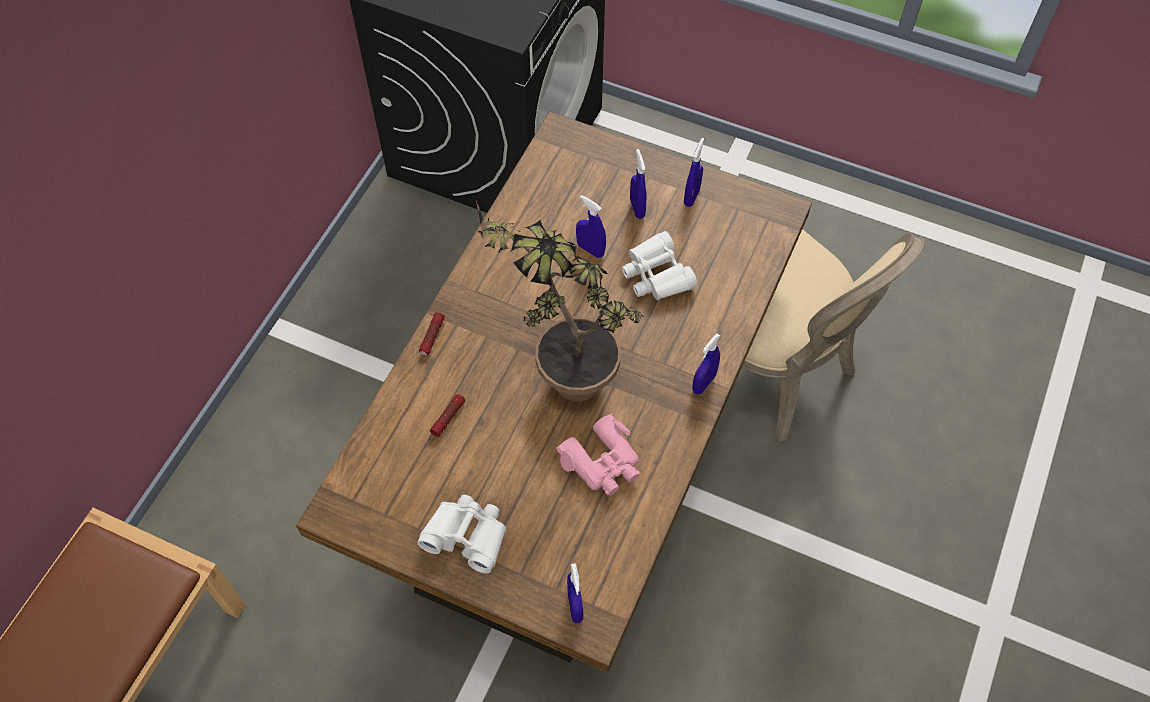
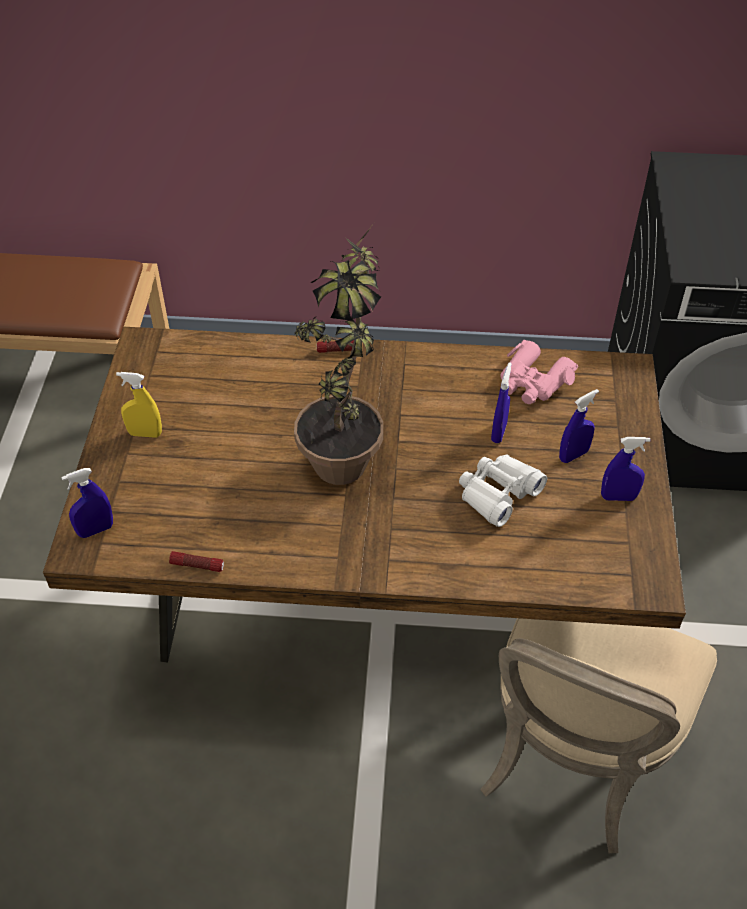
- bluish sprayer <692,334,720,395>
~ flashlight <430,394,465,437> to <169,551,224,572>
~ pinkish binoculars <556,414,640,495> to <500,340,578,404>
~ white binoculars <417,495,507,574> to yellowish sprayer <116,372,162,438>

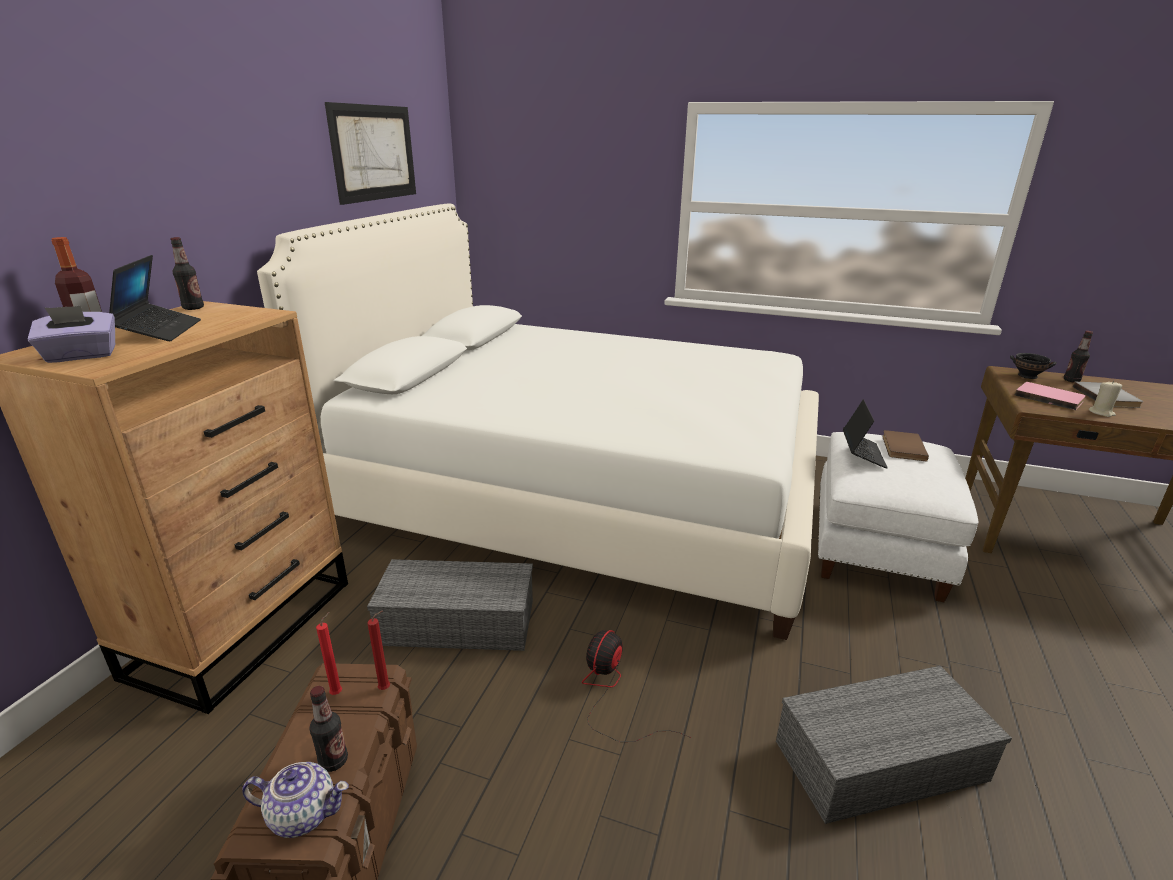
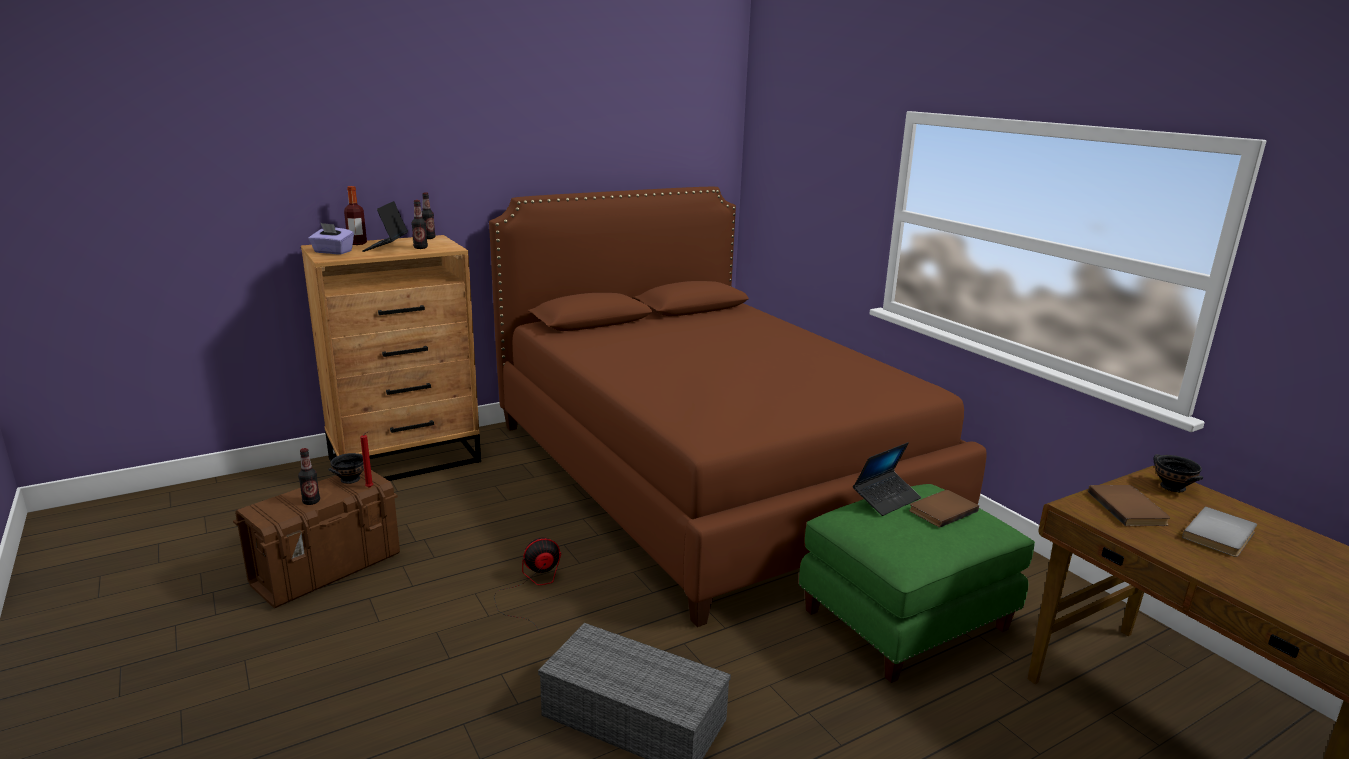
- wall art <325,102,416,205>
~ white bed <257,204,819,640> to brown bed <489,187,987,627>
~ laptop <109,255,201,341> = <362,201,408,252> 150 degrees clockwise
~ bottle <1064,331,1093,383> to <411,200,428,249>
- beige-coloured wax candle <1089,381,1122,417>
~ pinkish bound book <1015,382,1086,410> to brown bound book <1088,485,1170,526>
~ white pouffe <818,432,979,602> to green-coloured pouffe <799,484,1035,683>
- grey storage bin <367,559,533,651>
~ red wax candle <316,612,342,695> to black-coloured bowl <328,453,364,484>
- teapot <242,762,349,838>

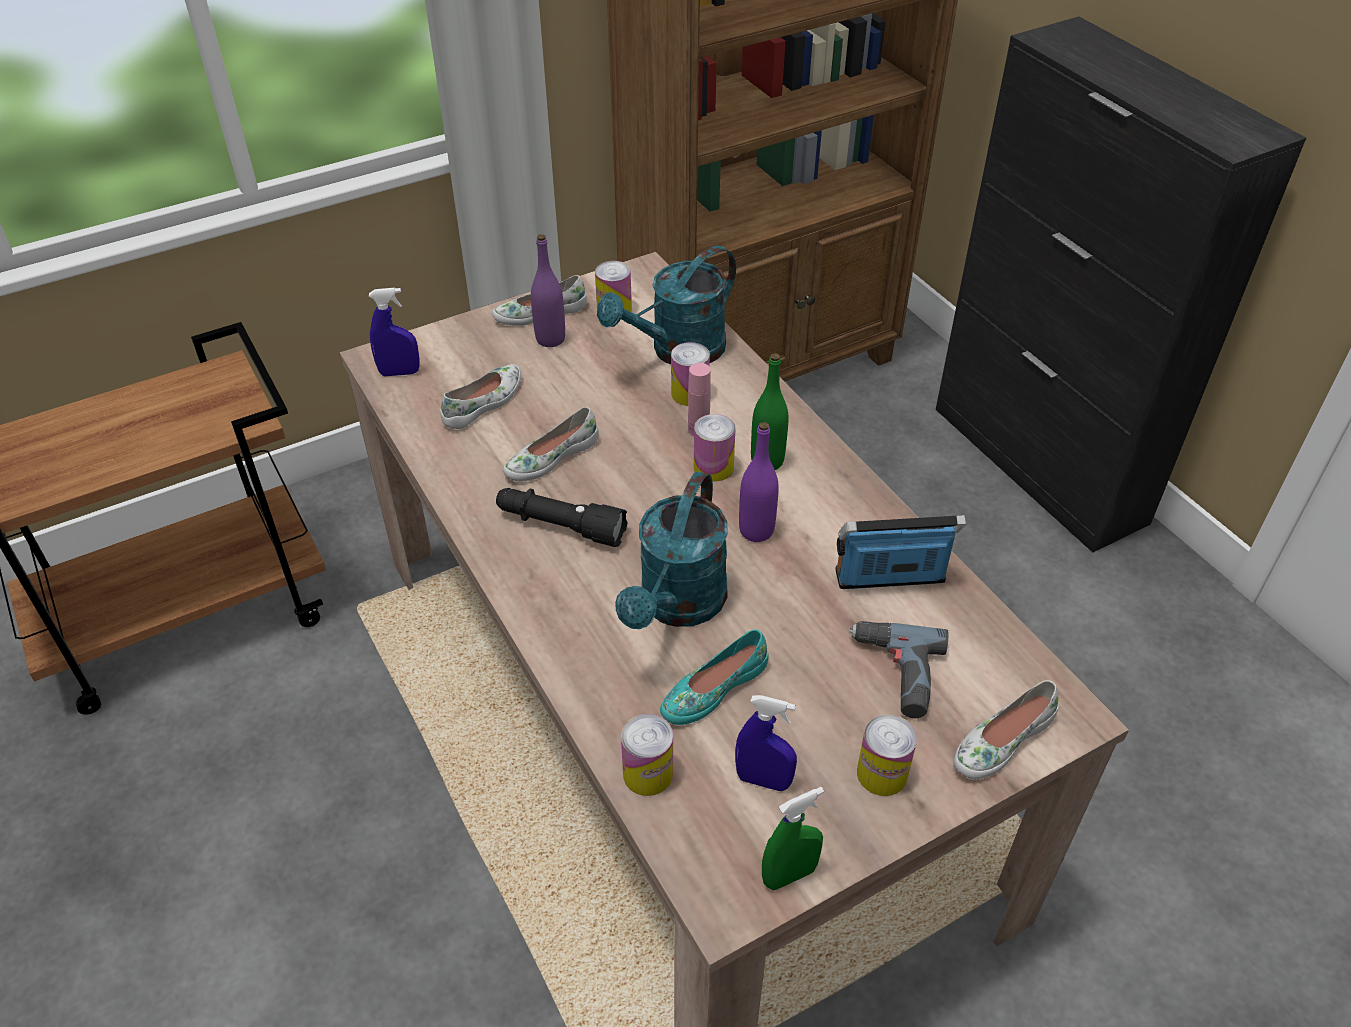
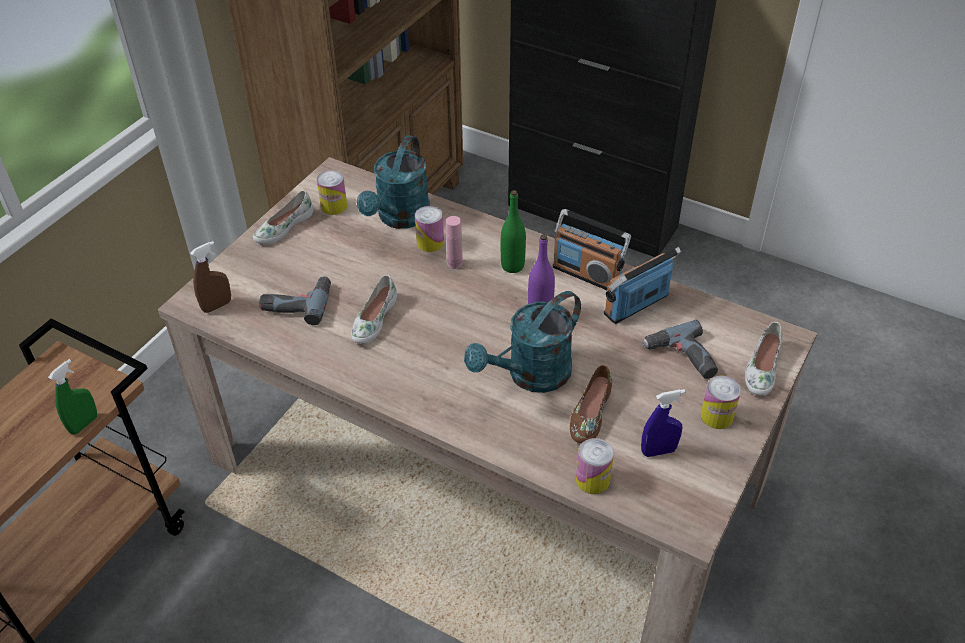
- purplish bottle <531,234,565,347>
~ bluish sprayer <369,288,420,376> to brown sprayer <190,241,231,313>
~ white low shoe <440,364,521,429> to electric drill <259,276,331,325>
- can <694,414,736,482>
~ turquoise sprinkling can <615,471,728,629> = <464,291,581,393> 60 degrees clockwise
- black-coloured flashlight <496,488,628,547>
~ turquoise low shoe <660,629,769,725> to brown low shoe <570,365,612,444>
~ green-coloured sprayer <762,787,824,890> to <48,359,97,434>
+ radio receiver <553,209,631,290>

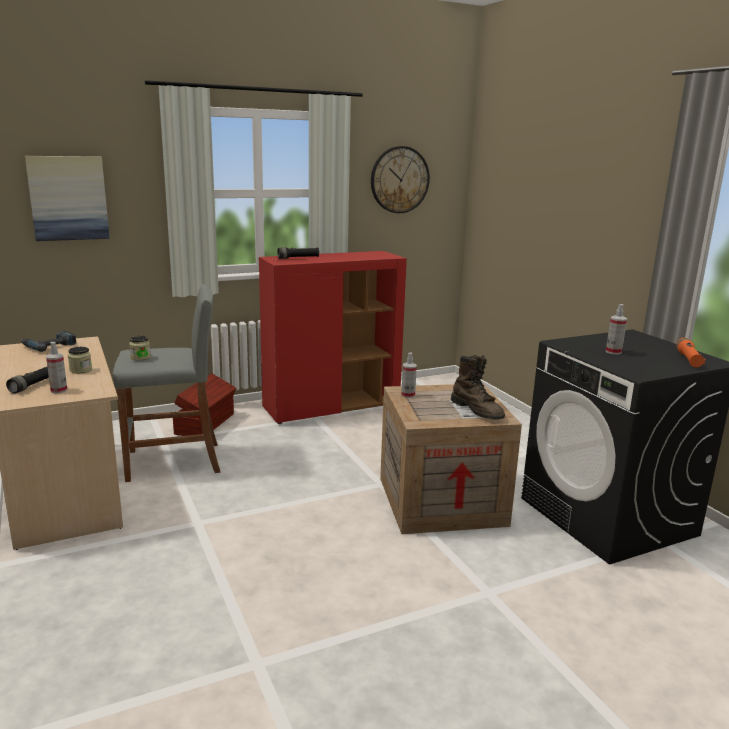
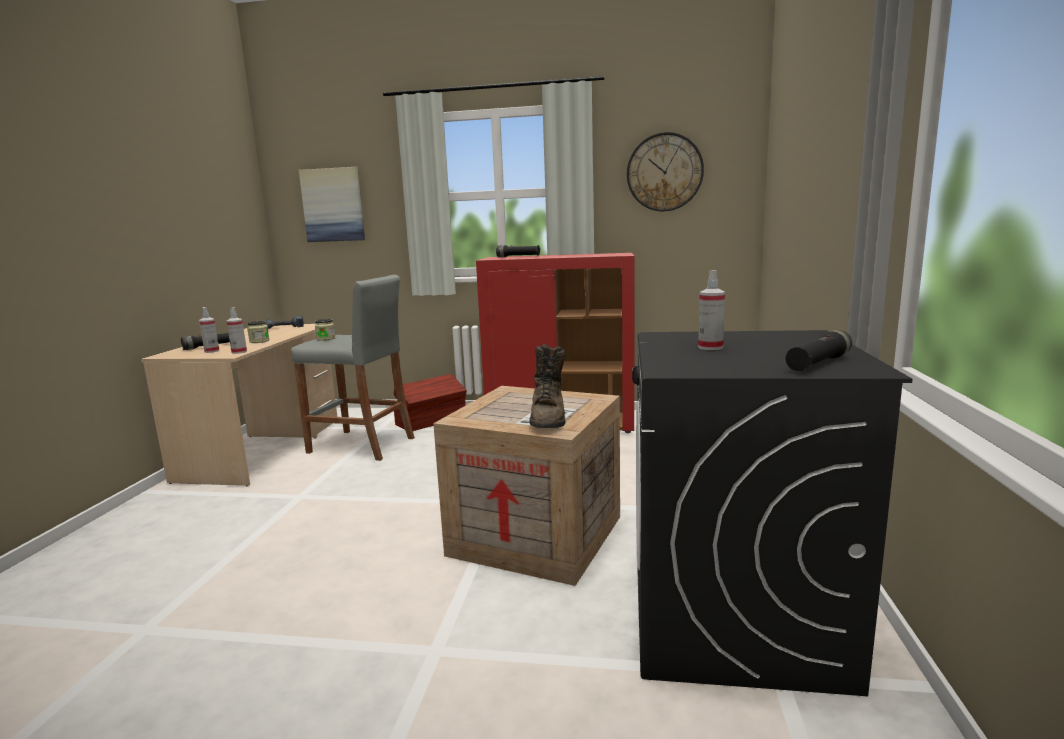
~ orangey flashlight <676,338,705,367> to black-coloured flashlight <786,330,852,371>
~ sprayer <401,352,417,398> to <226,307,247,354>

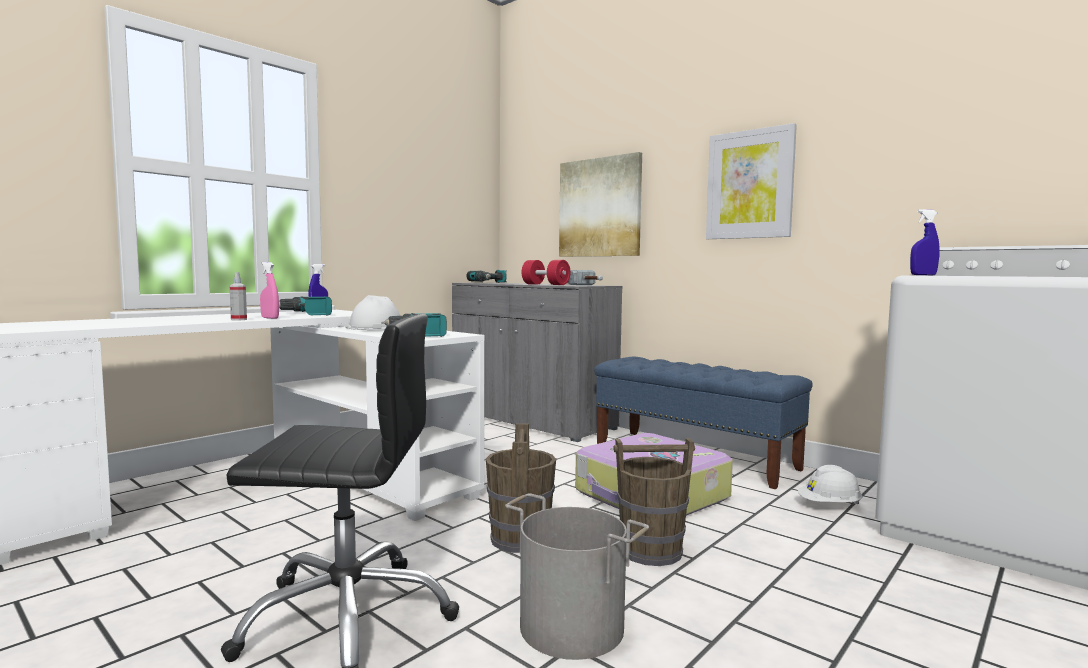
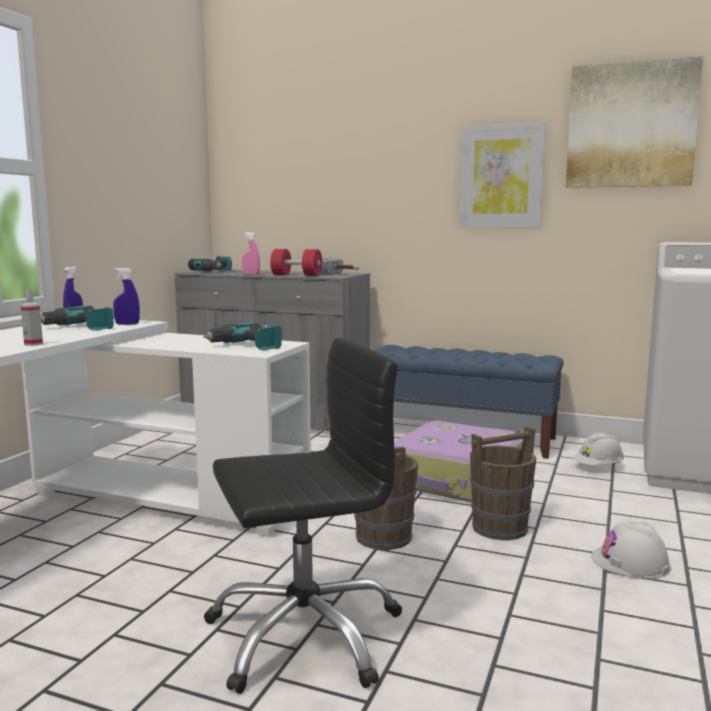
~ wall art <559,152,642,257> to <566,56,703,188>
~ bluish sprayer <910,209,940,275> to <113,268,140,325>
~ pinkish sprayer <260,262,279,319> to <242,232,260,275>
~ white safety helmet <345,295,400,330> to <591,522,671,578>
- grey water bucket <505,493,649,660>

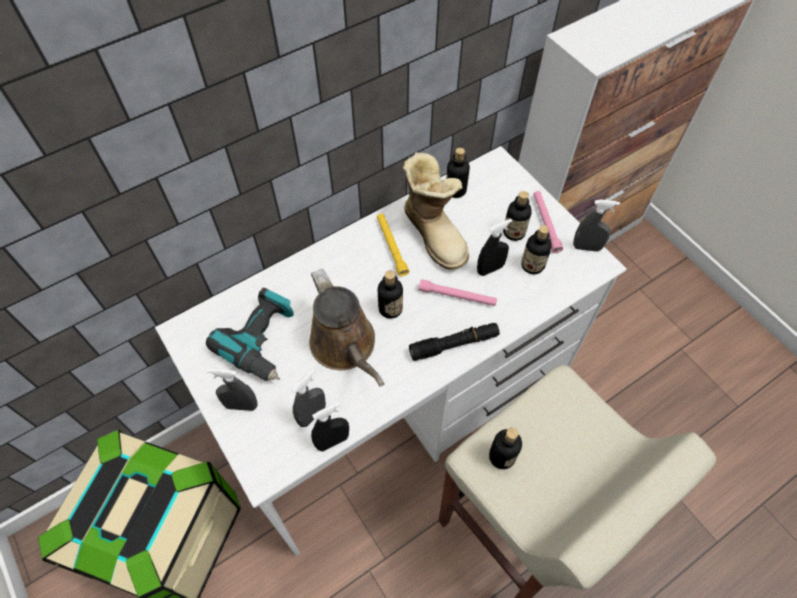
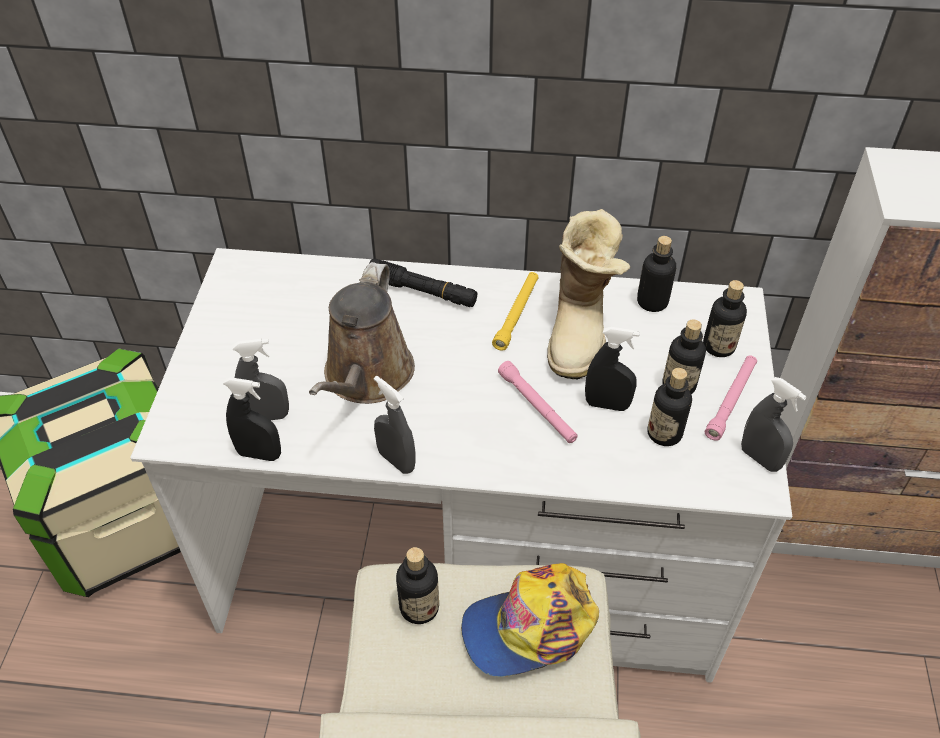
~ bottle <378,270,403,319> to <703,280,747,357>
- electric drill <206,288,294,381>
~ black-coloured flashlight <409,323,500,361> to <369,259,477,307>
~ grey sprayer <207,369,258,411> to <374,376,415,474>
+ baseball cap <461,563,599,677>

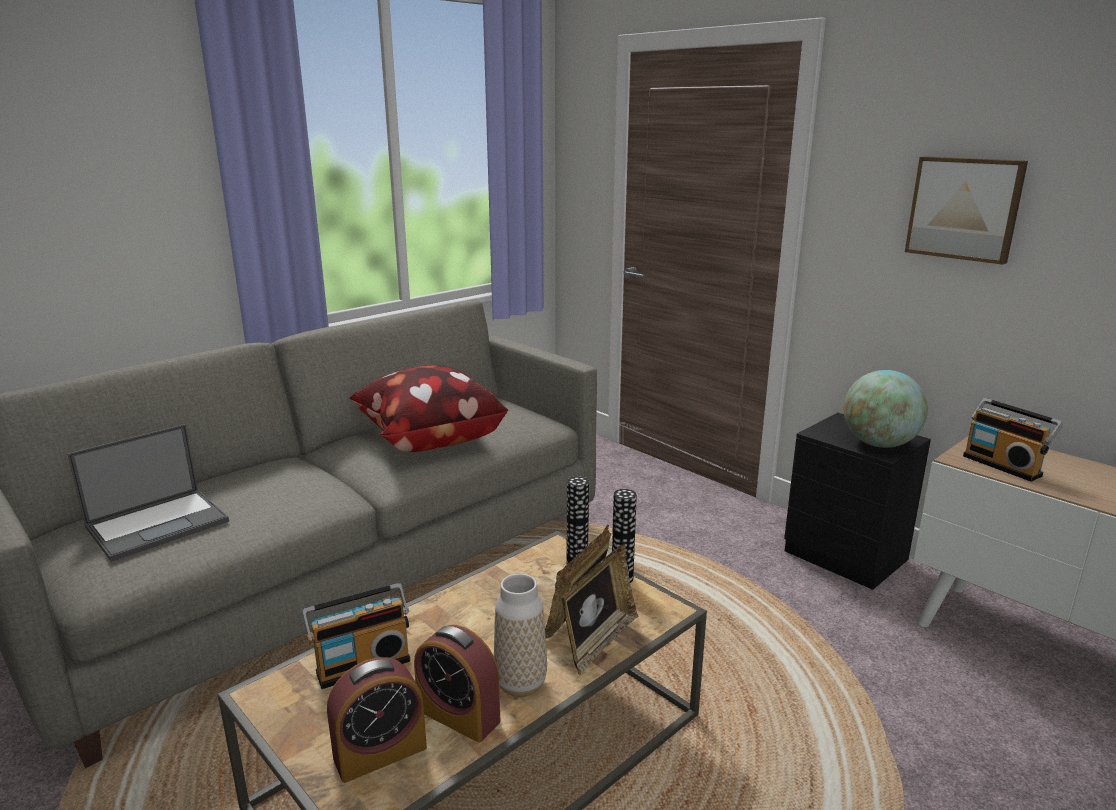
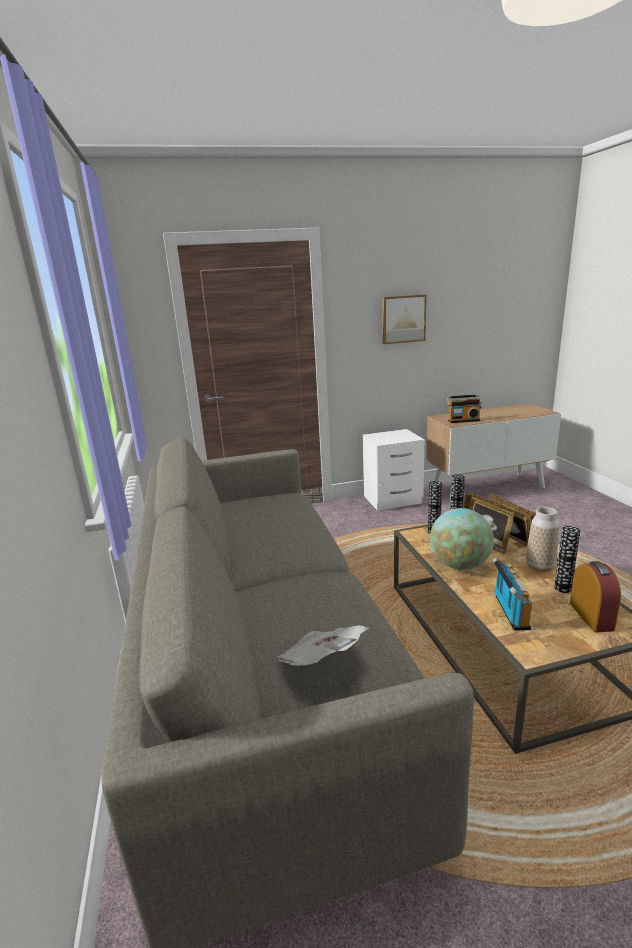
- cushion <350,365,508,452>
~ desk globe <844,370,928,448> to <430,508,494,570>
~ black-coloured night table <784,413,931,590> to white night table <363,429,425,511>
~ laptop <67,424,229,562> to newspaper <276,625,369,666>
~ table clock <414,625,500,742> to decorative vase <554,526,580,593>

